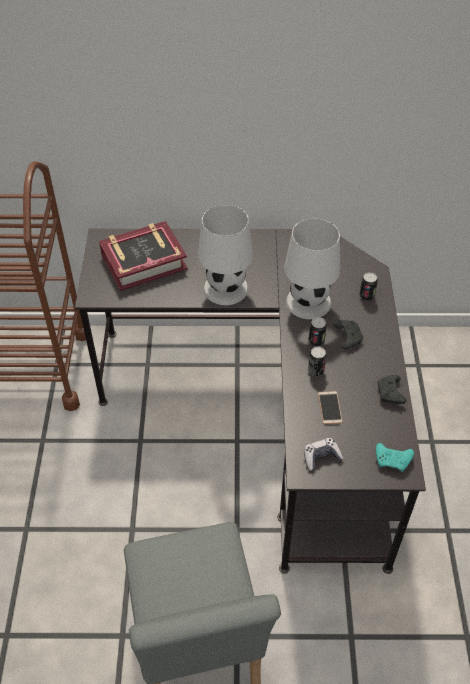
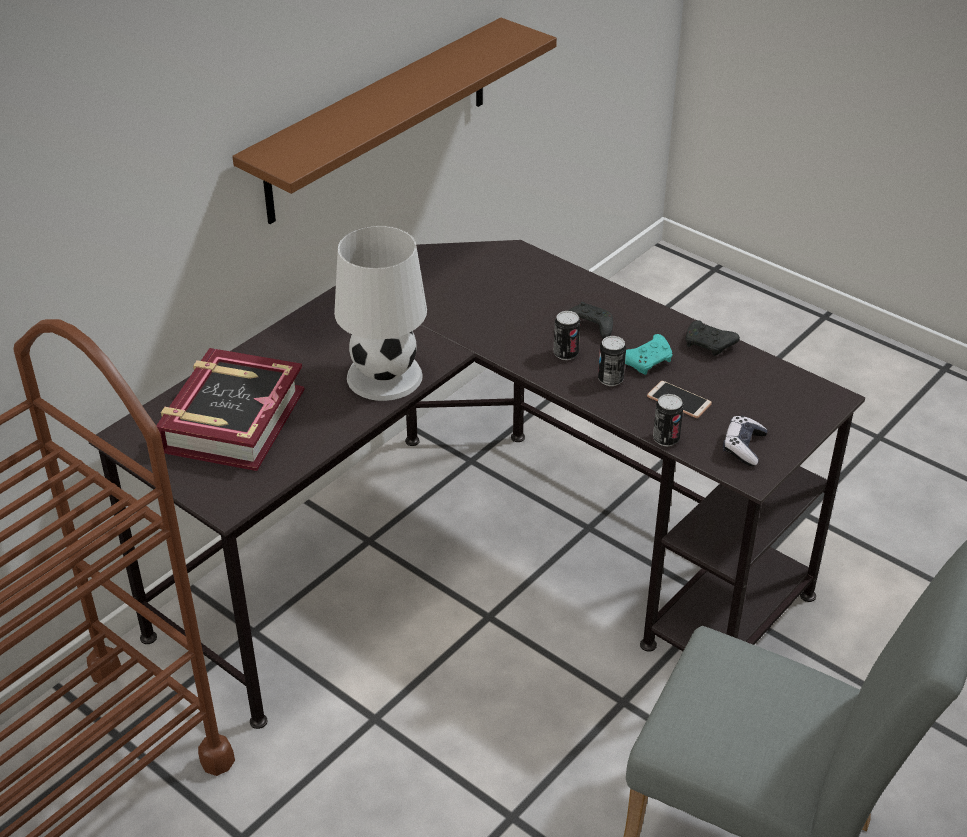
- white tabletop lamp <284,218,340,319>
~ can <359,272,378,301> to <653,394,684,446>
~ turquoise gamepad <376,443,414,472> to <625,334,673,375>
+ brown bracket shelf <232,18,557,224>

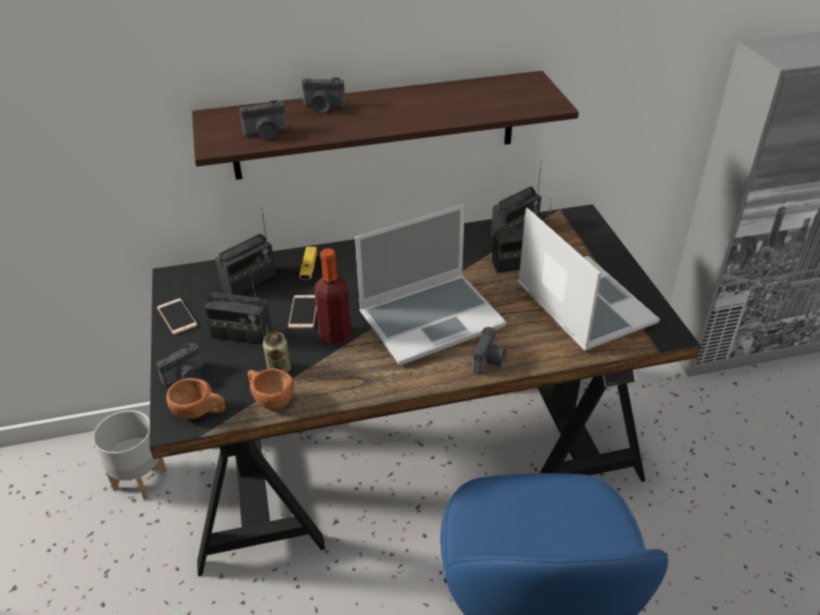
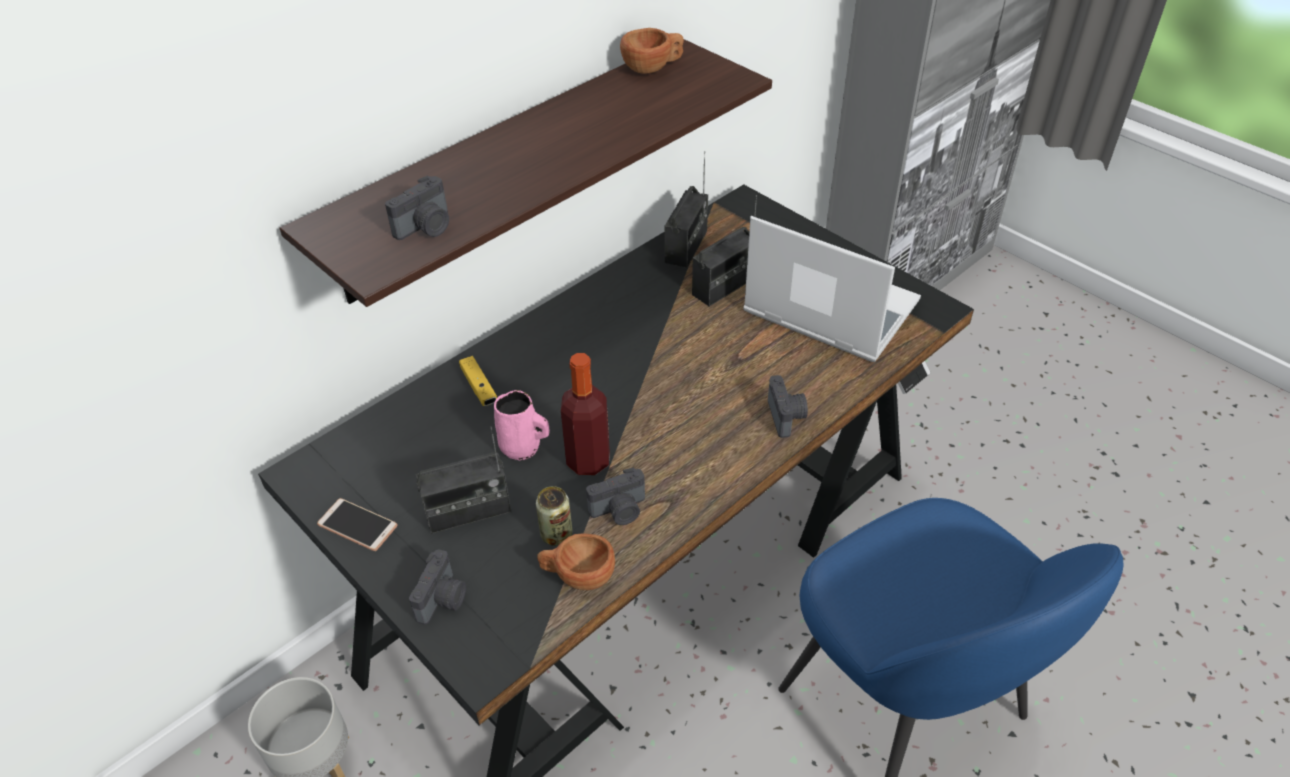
~ still camera <302,77,345,114> to <586,468,645,525>
- laptop <355,204,506,365>
- radio receiver <215,208,276,295>
~ telephone <288,295,317,329> to pinkish mug <494,390,550,460>
~ brown drinking cup <166,378,225,419> to <620,28,684,73>

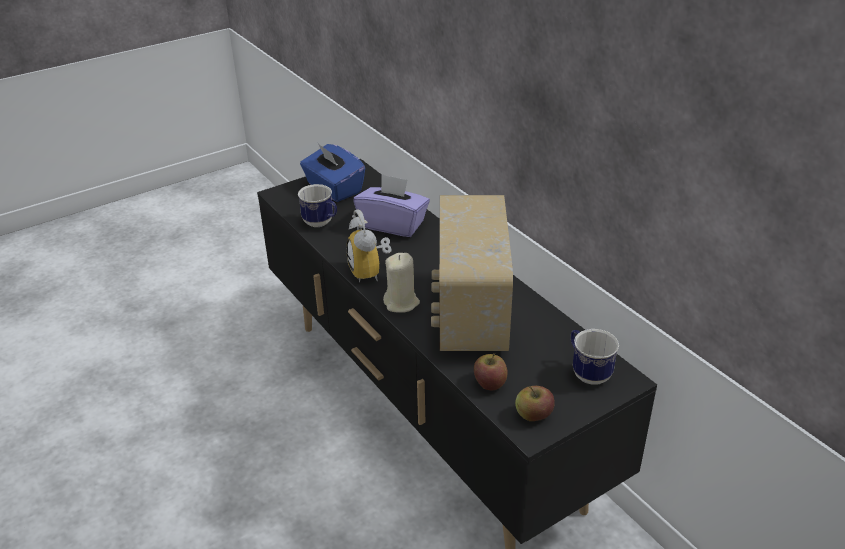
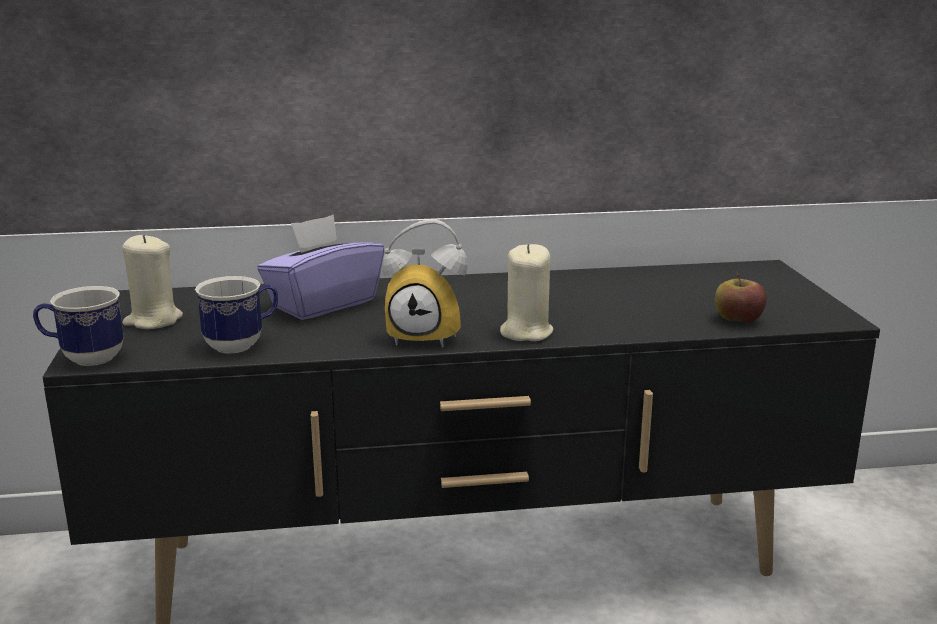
~ bluish tissue box <300,144,365,202> to beige-coloured wax candle <122,234,183,329>
- radio receiver <431,195,513,351>
~ mug <571,329,619,385> to <33,286,124,366>
- apple <515,386,555,421>

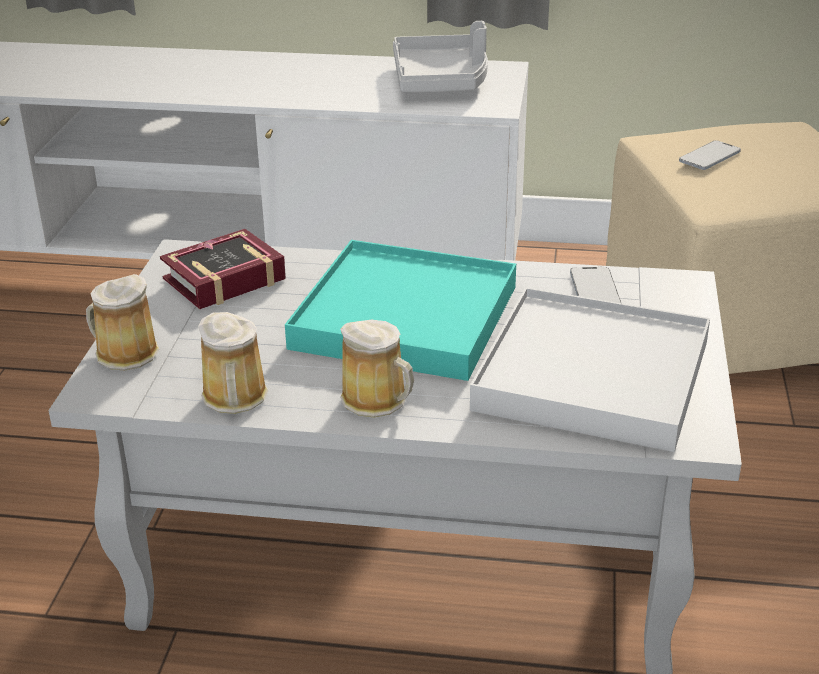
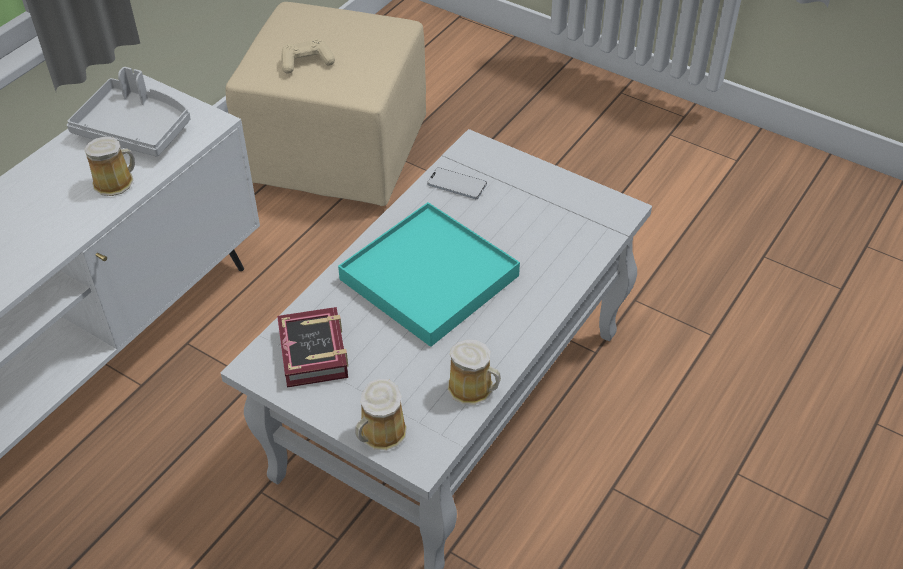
~ telephone <679,140,741,170> to beige-coloured gamepad <281,38,335,74>
- white serving tray <470,287,710,452>
~ mug <340,320,414,417> to <85,137,135,196>

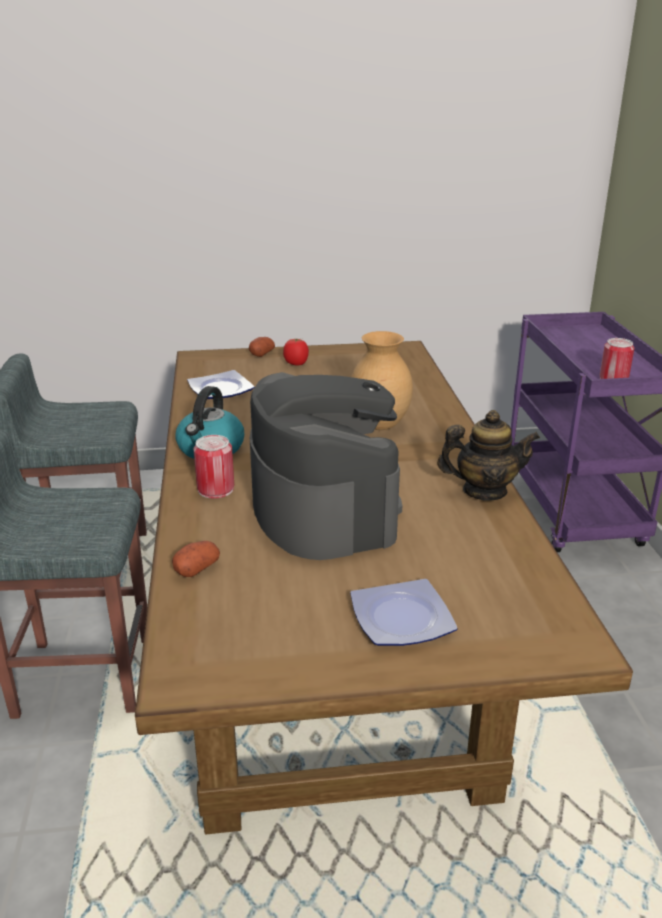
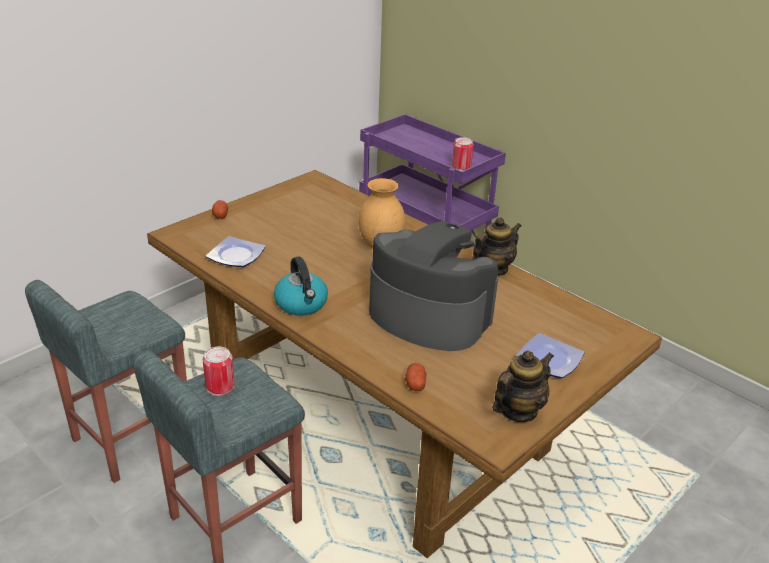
- fresh tomato <283,339,309,366>
~ can <194,435,234,498> to <203,346,235,396>
+ teapot <493,351,554,422>

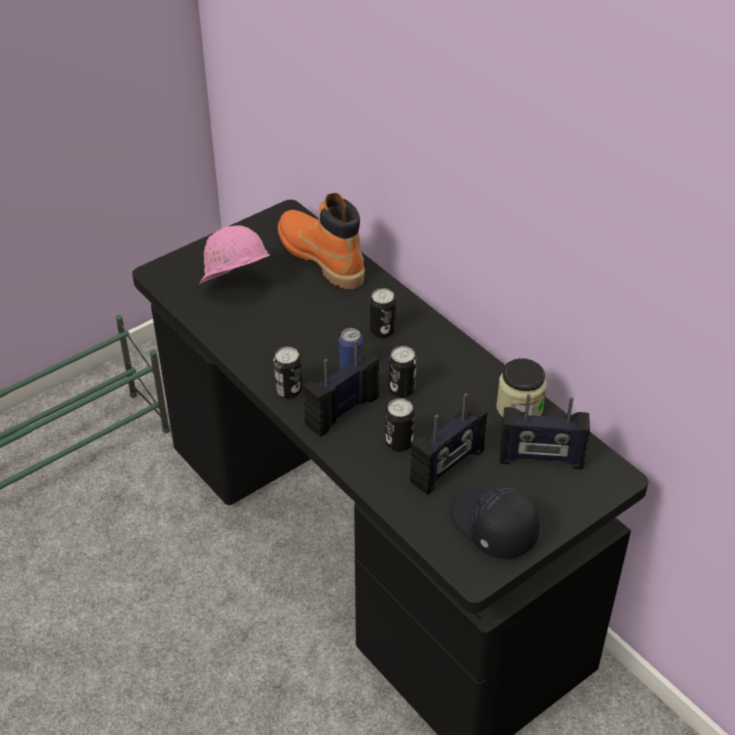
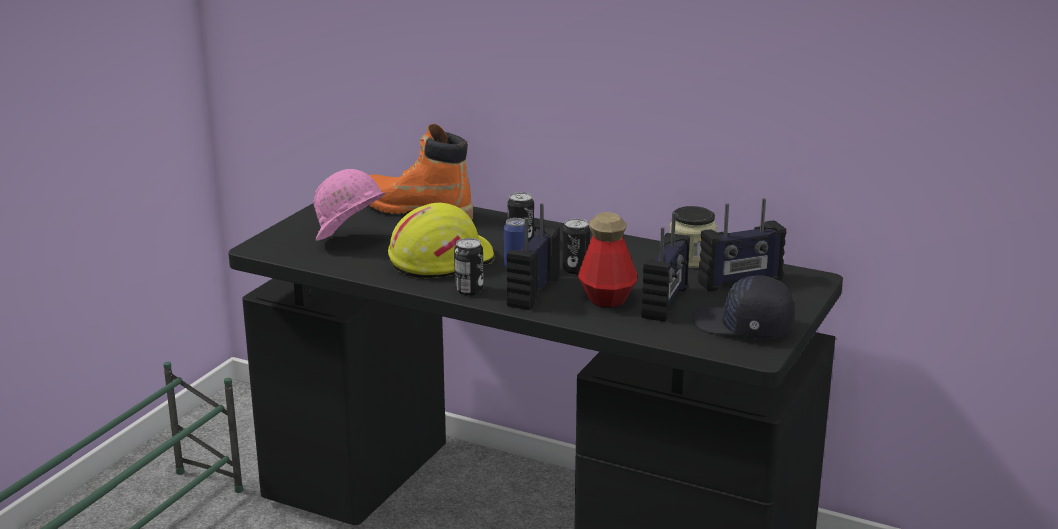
~ can <385,399,415,452> to bottle <578,212,637,308>
+ yellowish safety helmet <388,203,495,279>

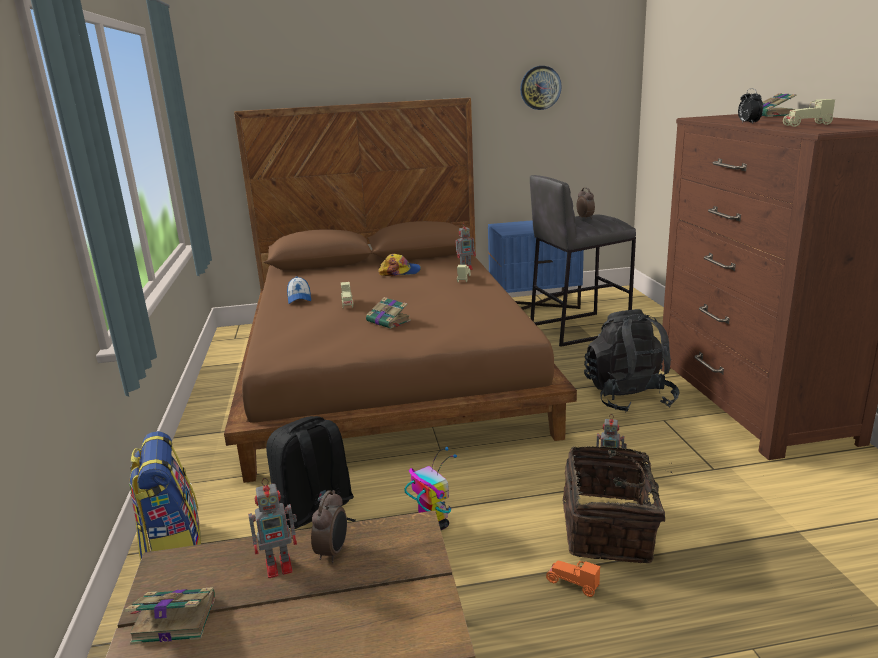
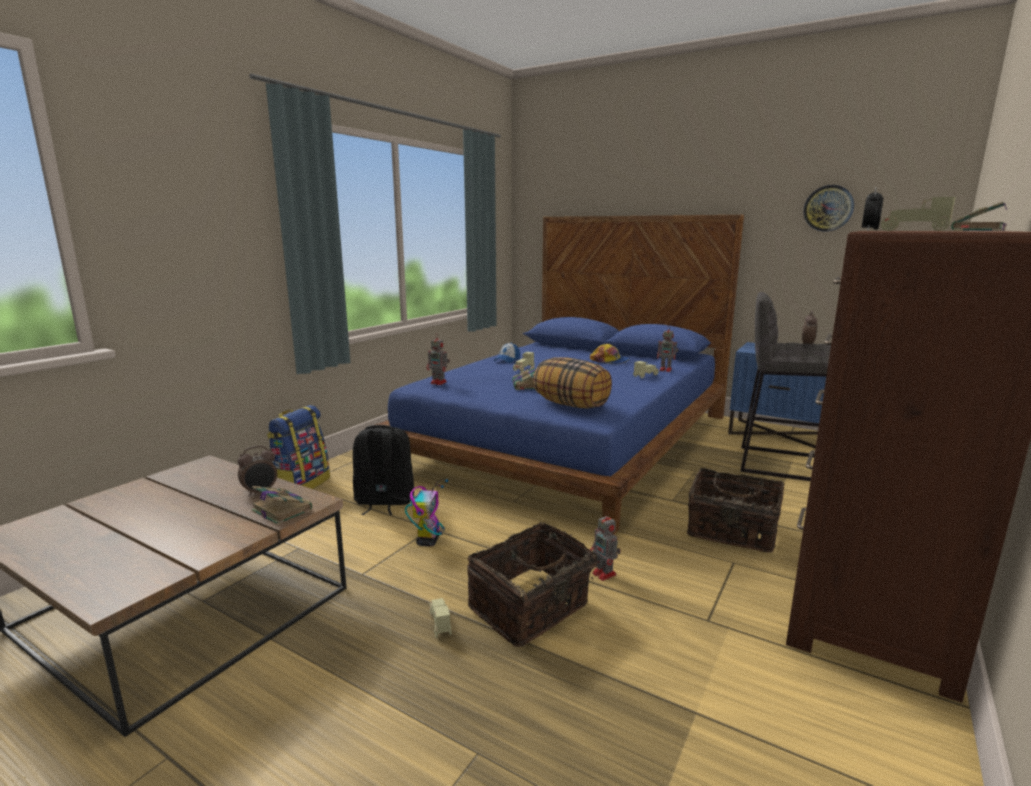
~ brown bed <224,97,577,483> to bluish bed <375,215,744,535>
~ black-coloured rucksack <584,309,679,412> to household basket <687,468,785,553>
~ toy robot <248,478,297,578> to <427,334,450,385>
~ orangey model car <546,560,600,597> to beige-coloured model car <429,598,452,638>
~ bound book <125,587,215,644> to <252,486,312,525>
+ cushion <533,357,612,409>

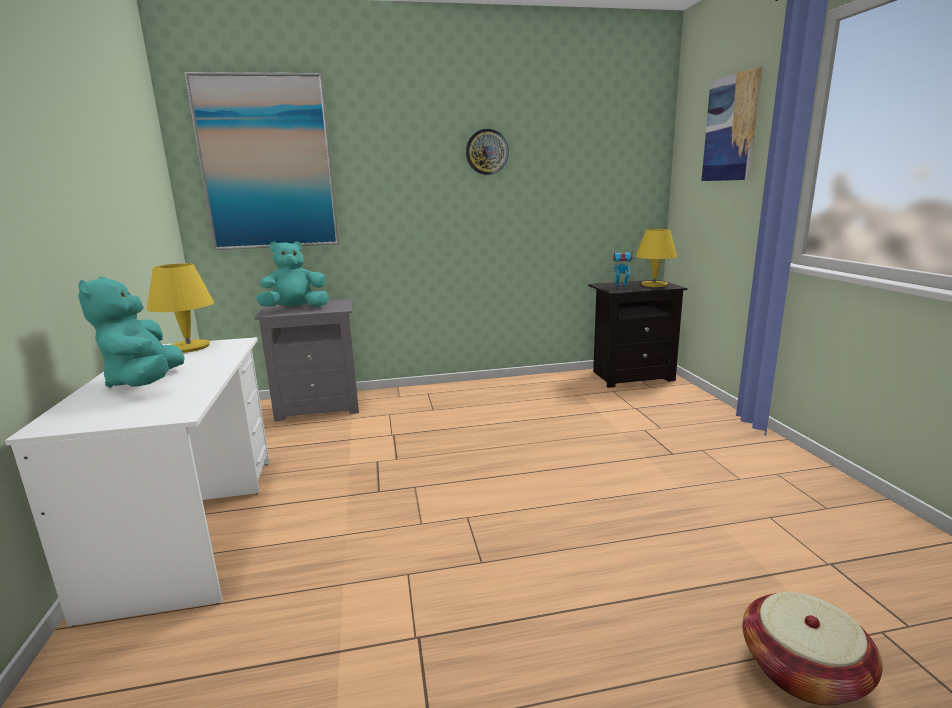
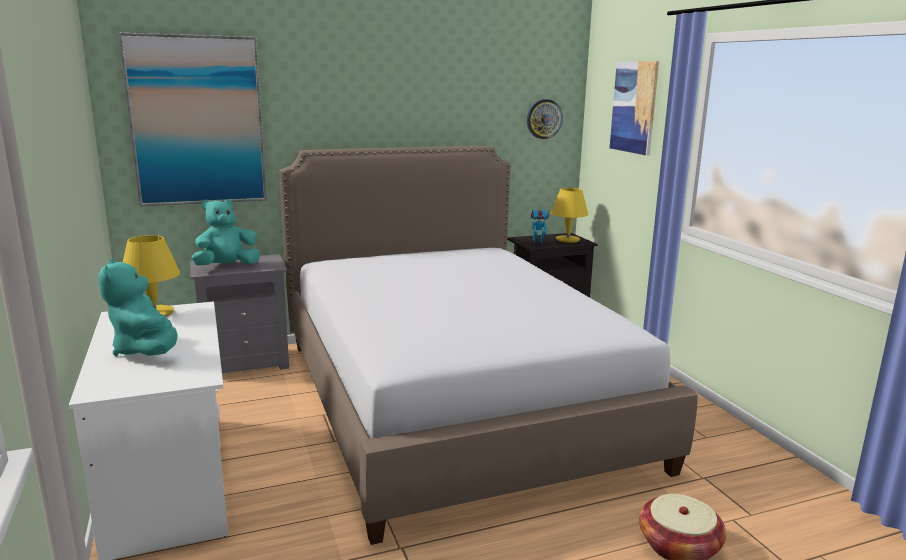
~ hanging clock <466,129,509,175> to <527,99,563,139>
+ bed <279,146,697,545>

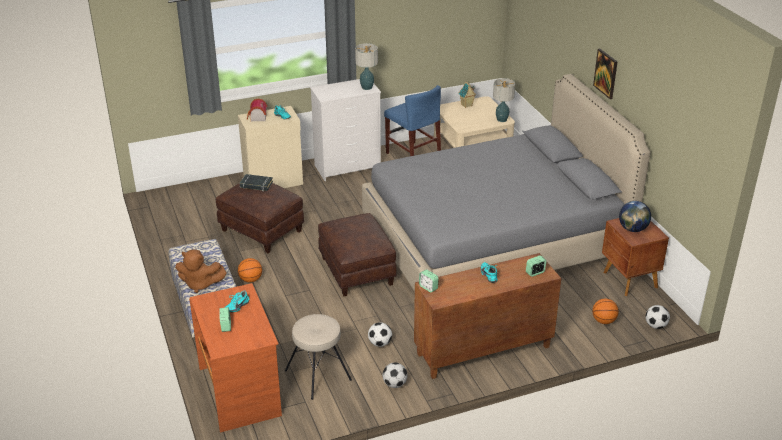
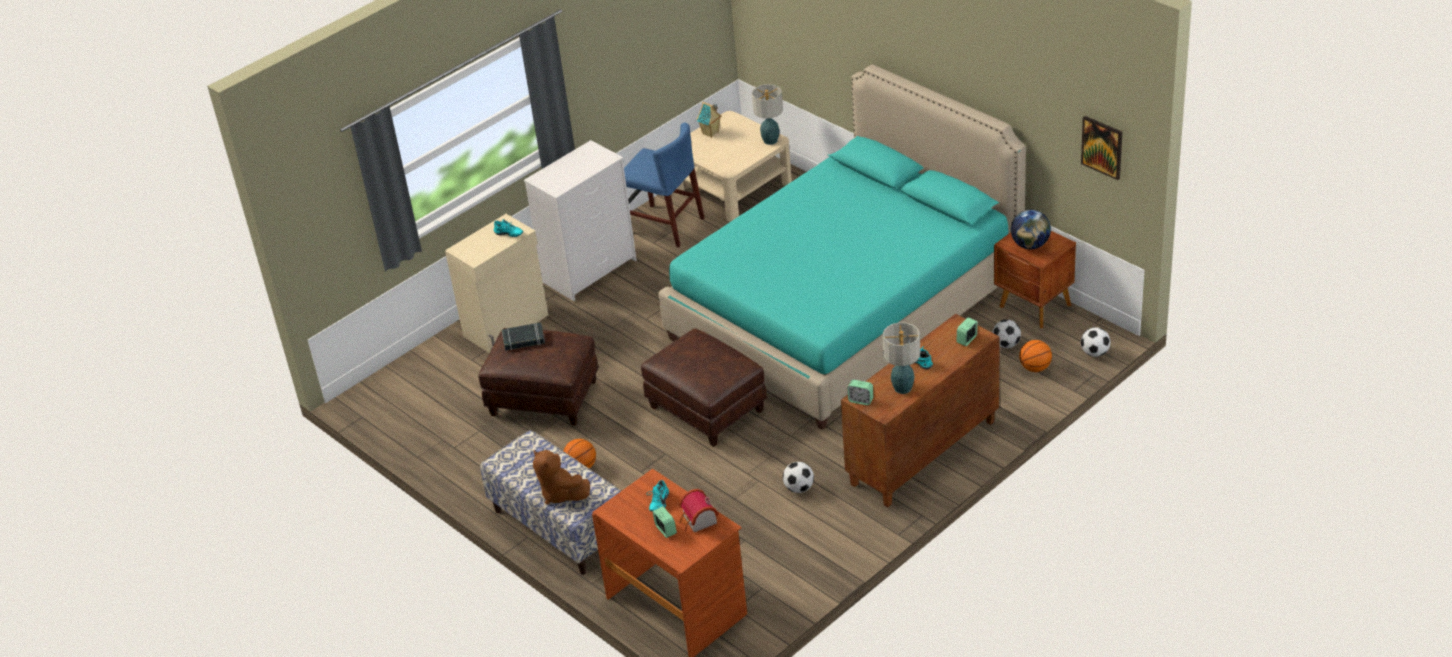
~ tabletop lamp <355,43,378,90> to <882,322,920,394>
~ wall art <593,49,617,99> to <1081,116,1122,180>
~ grey bed <362,74,651,292> to turquoise bed <658,64,1026,430>
~ model house <247,99,267,121> to <679,489,719,532>
~ brown cuddly toy <175,250,227,293> = <533,450,590,505> 60 degrees clockwise
- beige-coloured stool <285,314,352,400>
~ ball for football <383,362,407,388> to <993,319,1021,348>

